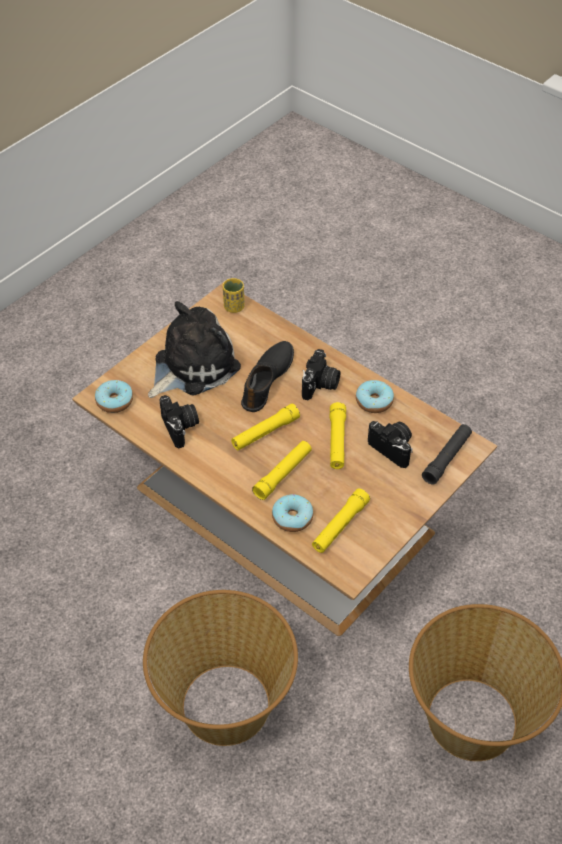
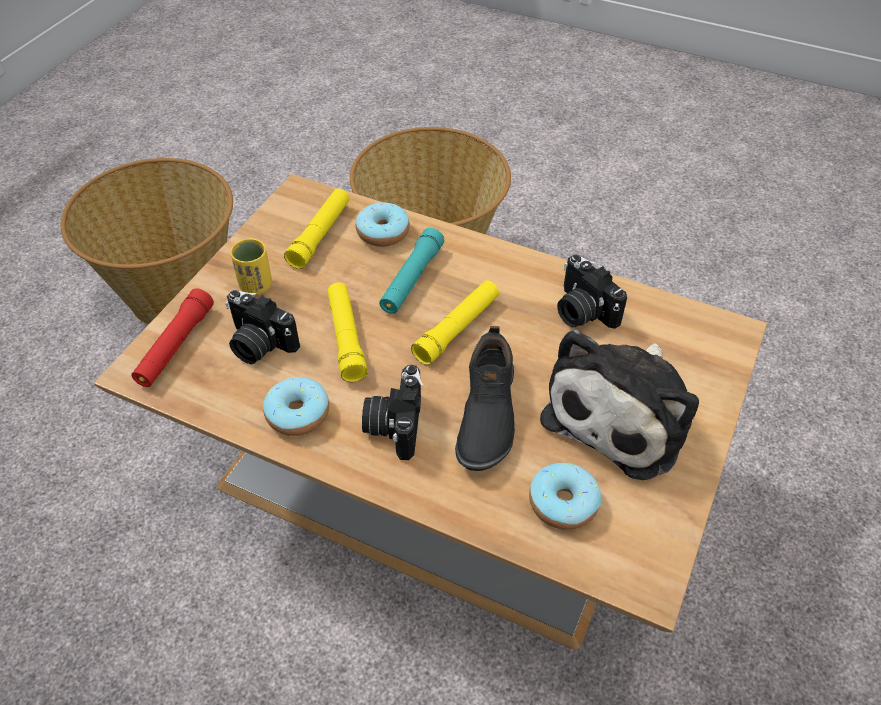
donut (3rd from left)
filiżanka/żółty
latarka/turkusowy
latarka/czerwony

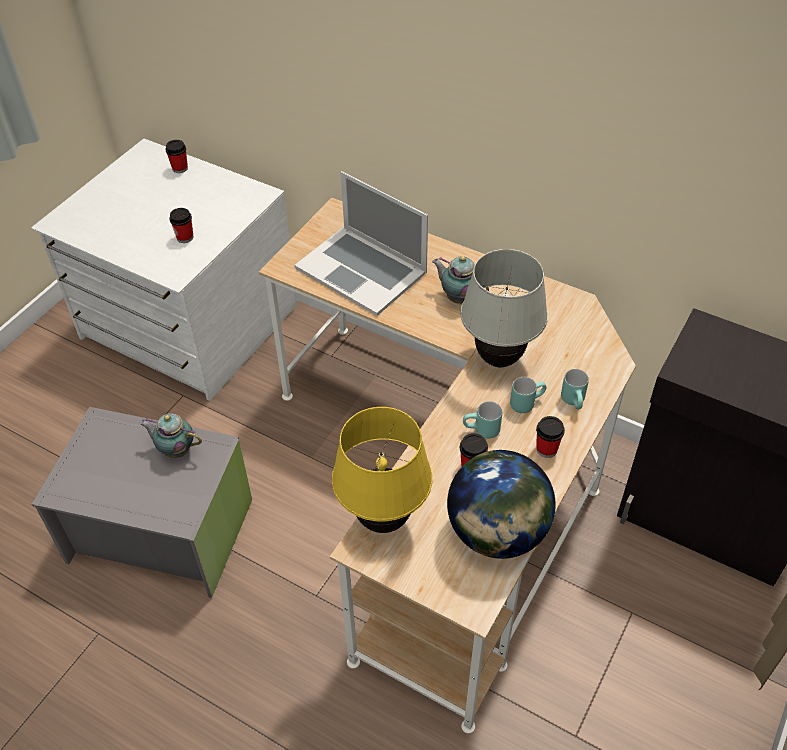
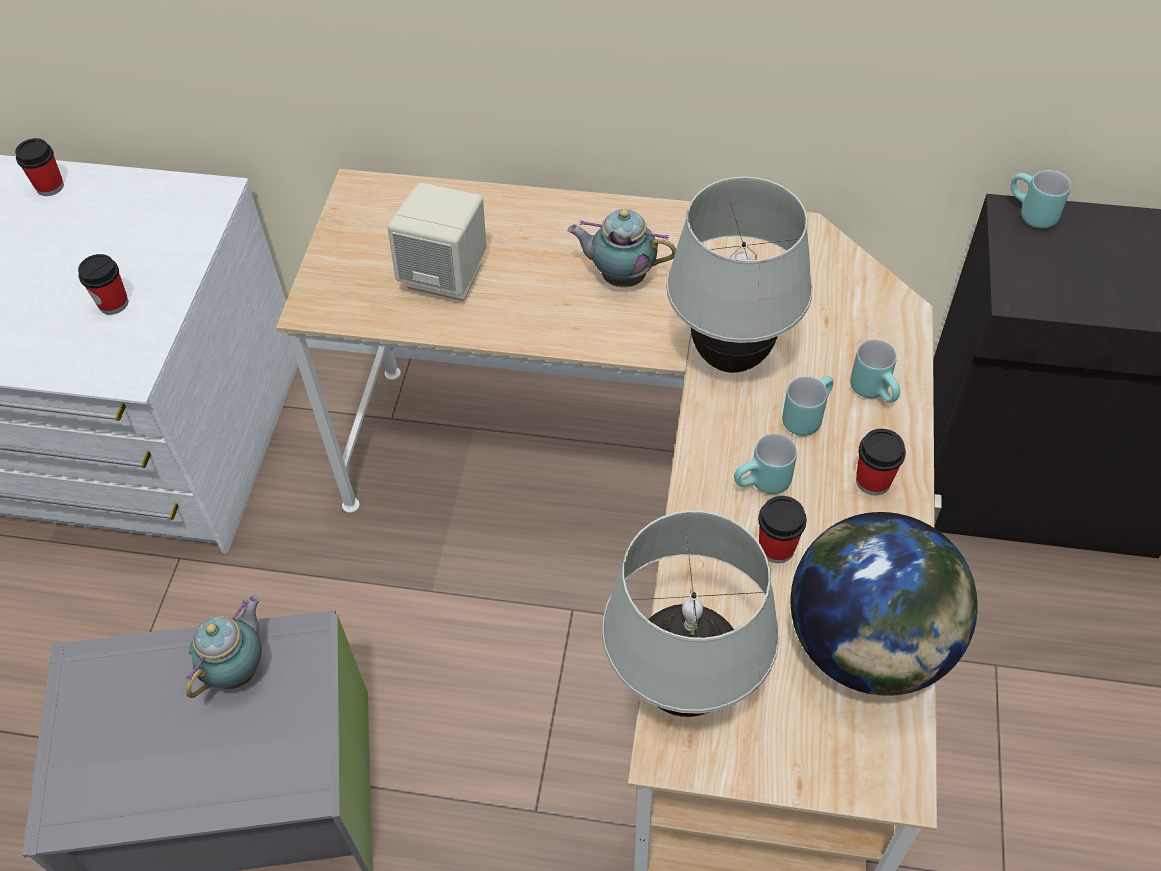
imbryk (1st from left)
głośnik/beżowy
lampa stołowa/biały (1st from left)
kubek/turkusowy (4th from left)

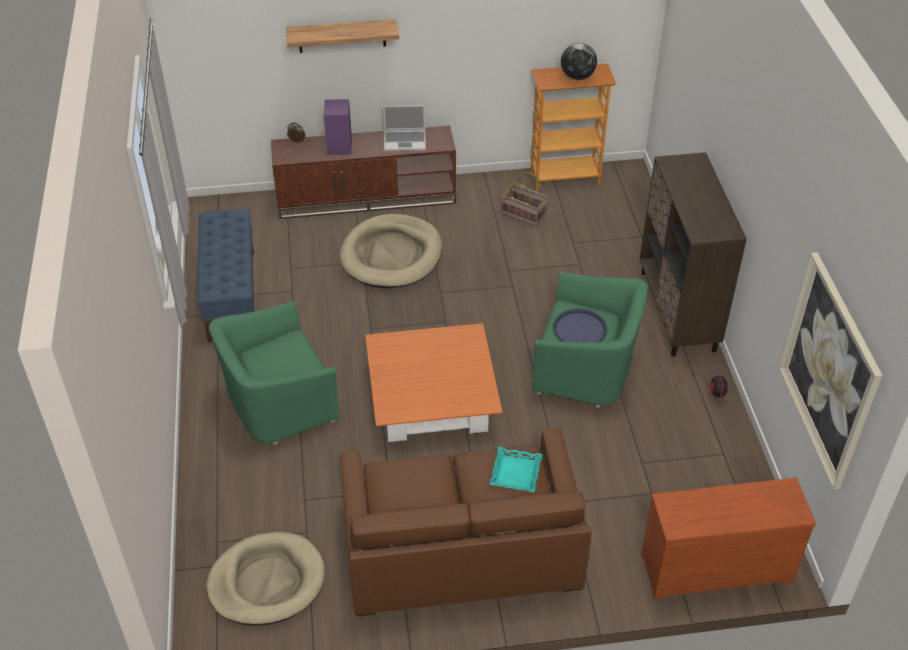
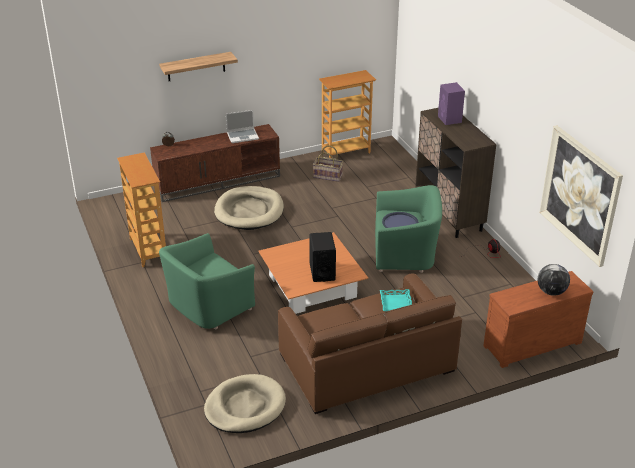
regał (1st from left)
głośnik/fioletowy
globus
głośnik/czarny

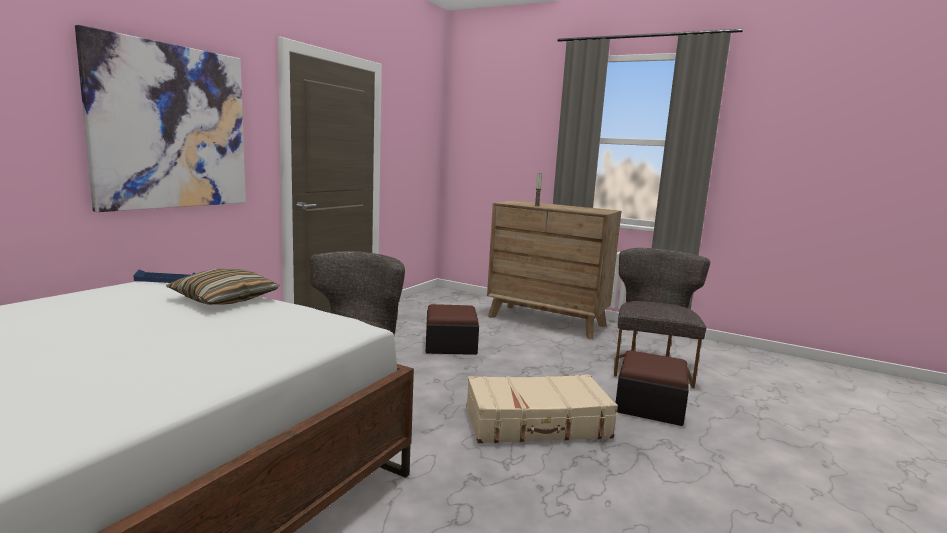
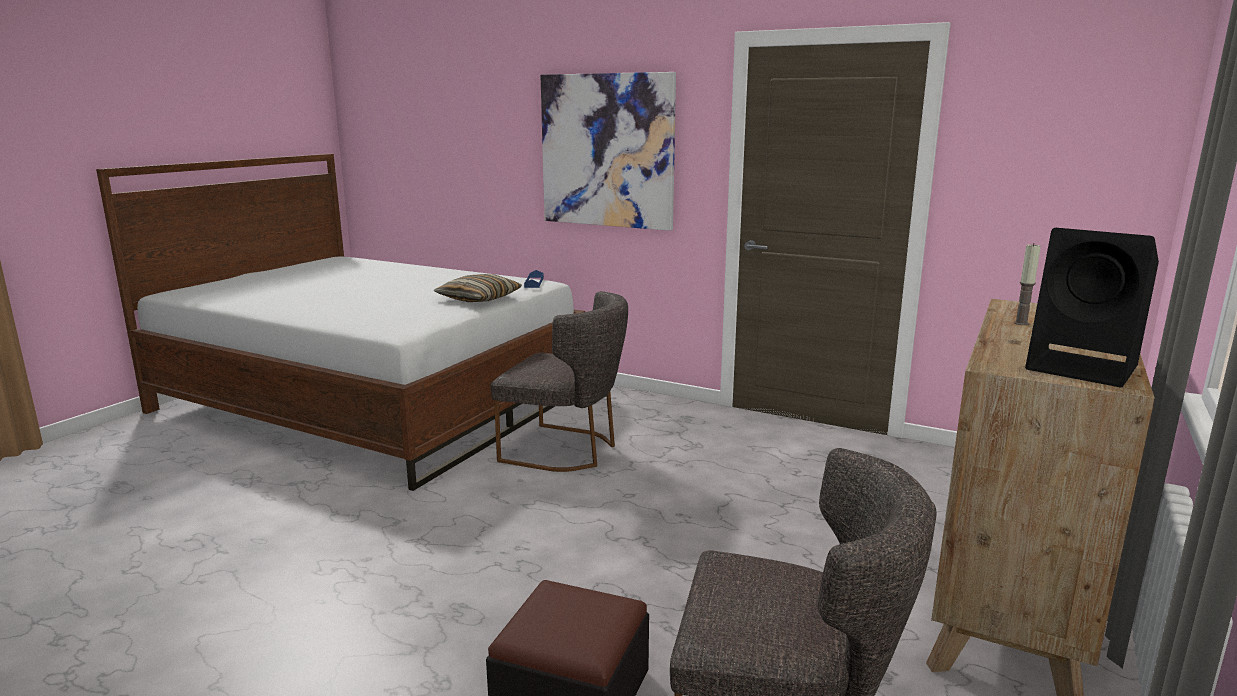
pufa (1st from left in the first image)
walizka/beżowy
głośnik/czarny

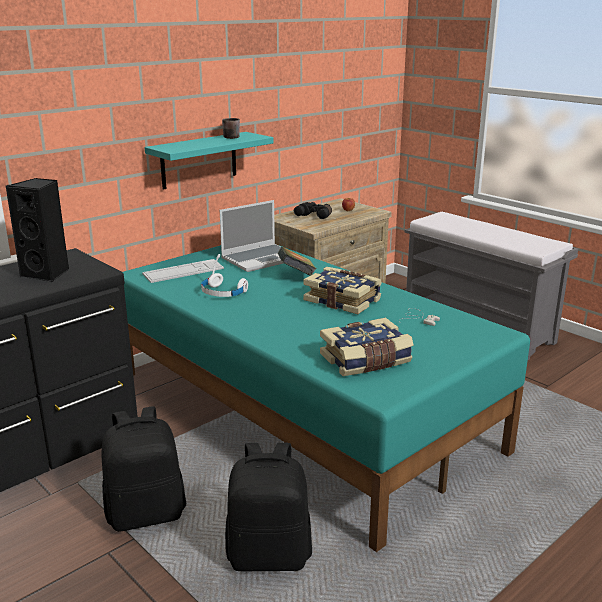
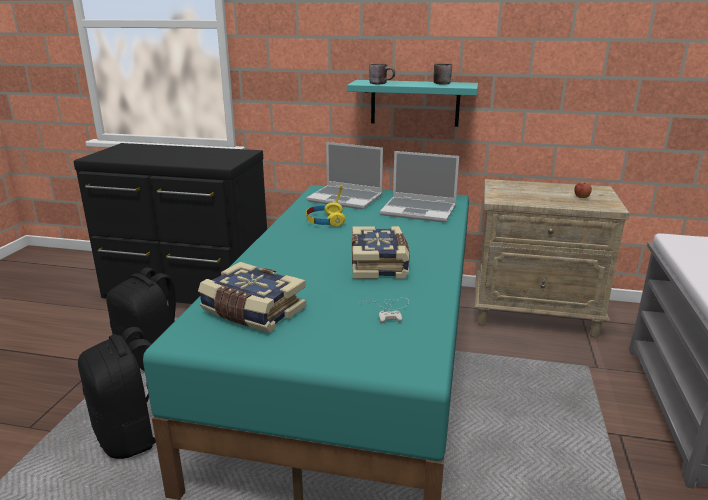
głośnik/czarny
laptop (1st from left)
słuchawki/żółty
książka (1st from left in the first image)
lornetka/czarny
kubek/brązowy (1st from left)

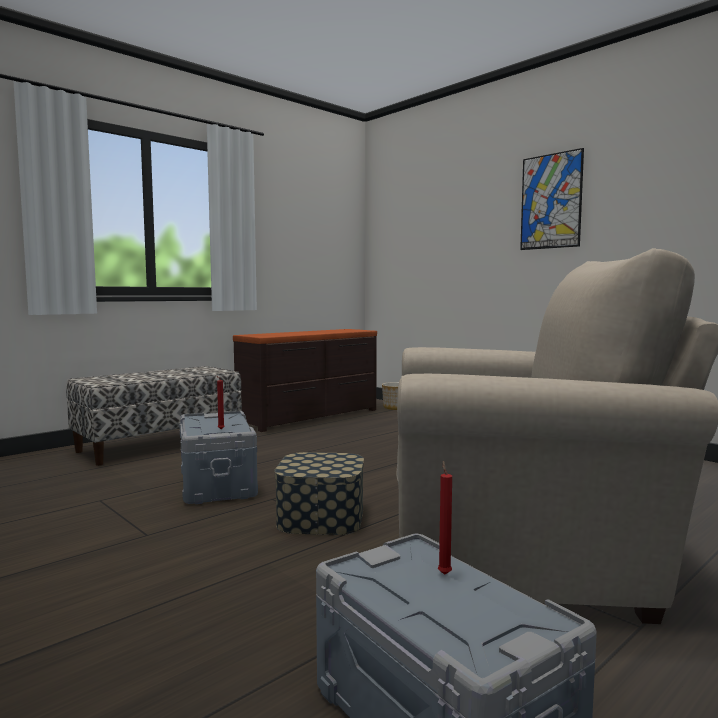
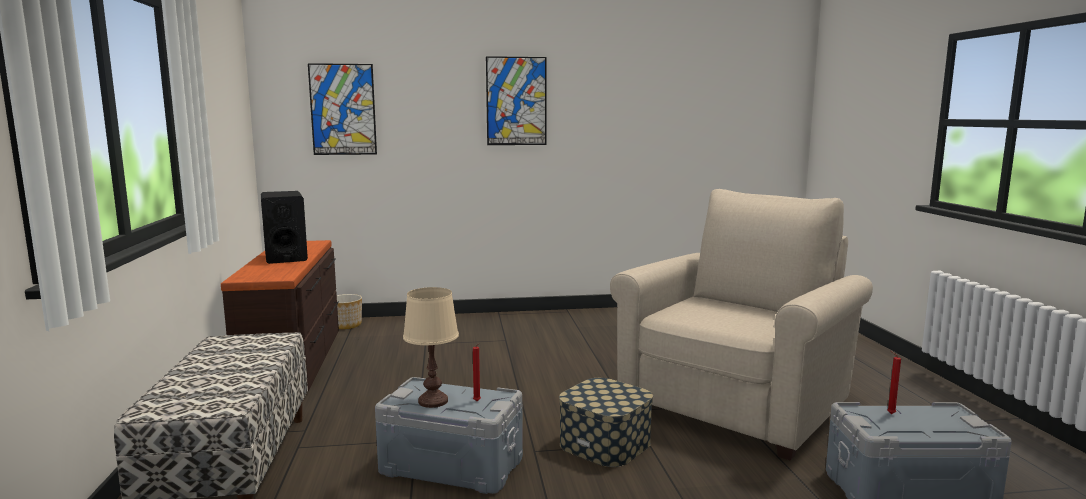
głośnik/czarny
obraz (1st from left)
lampa stołowa/beżowy

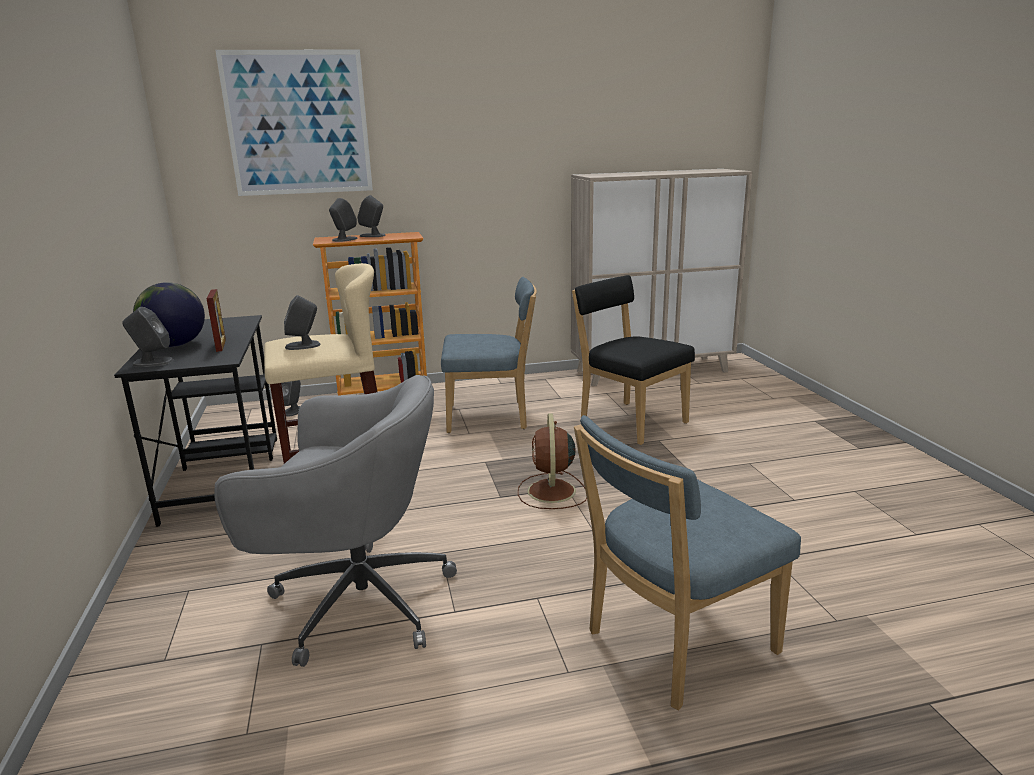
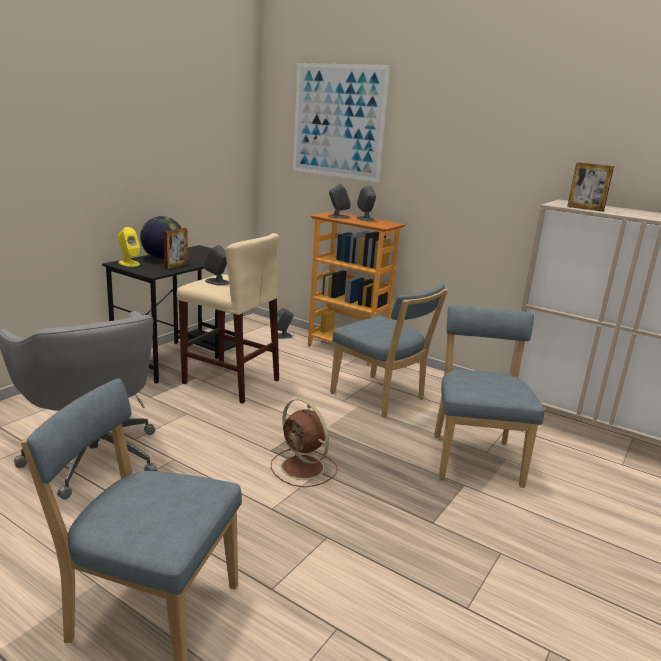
głośnik/żółty
wentylator/brązowy
krzesło/niebieski (3rd from left)
ramka na zdjęcie (2nd from left)

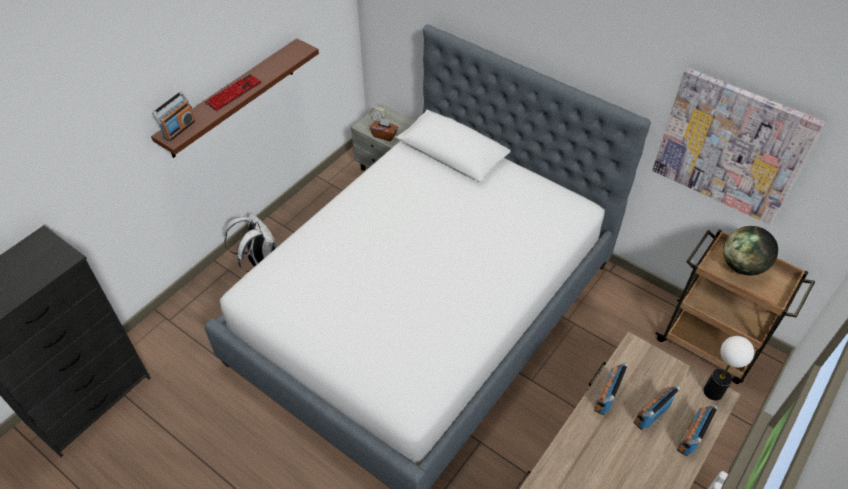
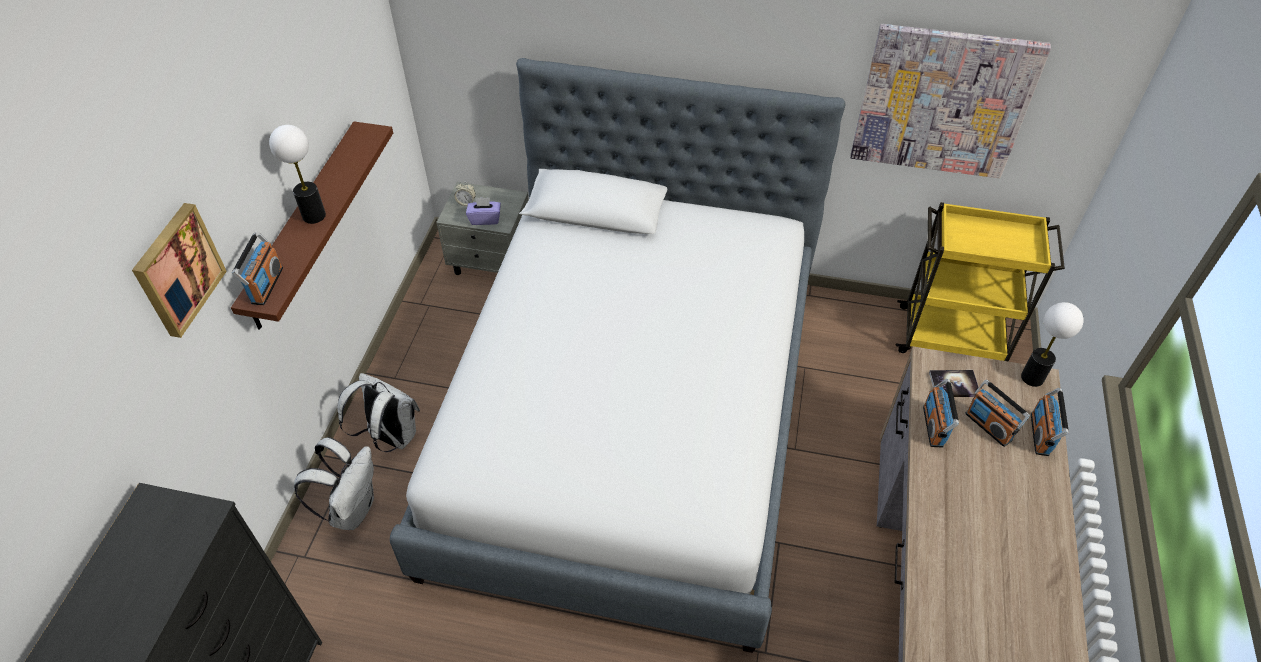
lampa stołowa (1st from left)
pudełko chusteczek/fioletowy
radio (3rd from left)
wózek/żółty
globus
obraz (1st from left)
plecak/biały (1st from left)
książka

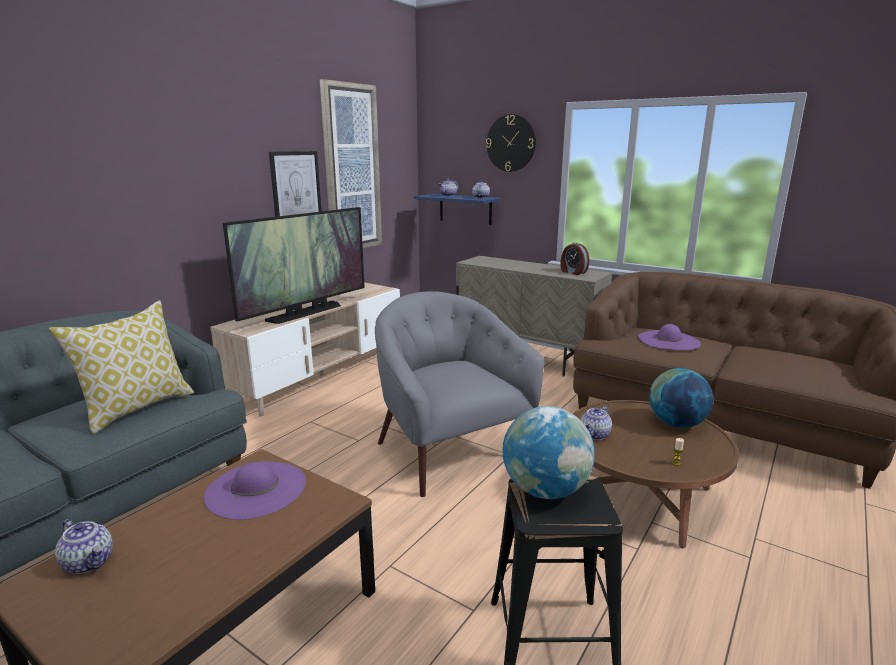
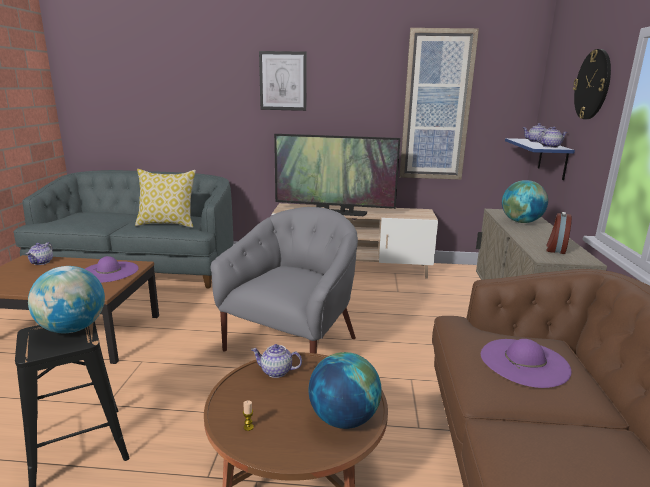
obraz (1st from left)
globus (3rd from left)

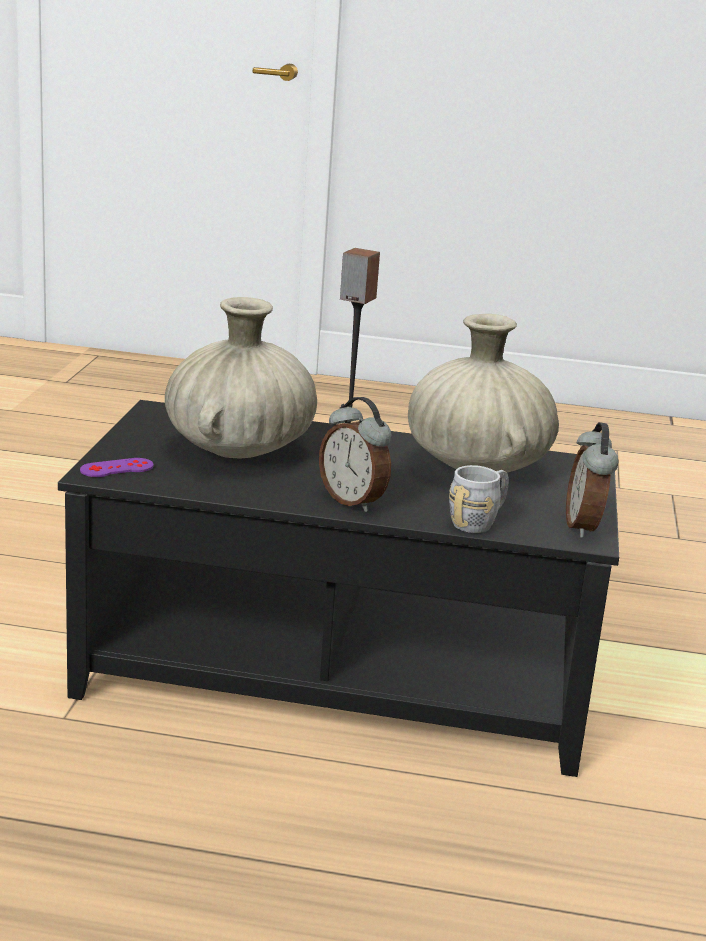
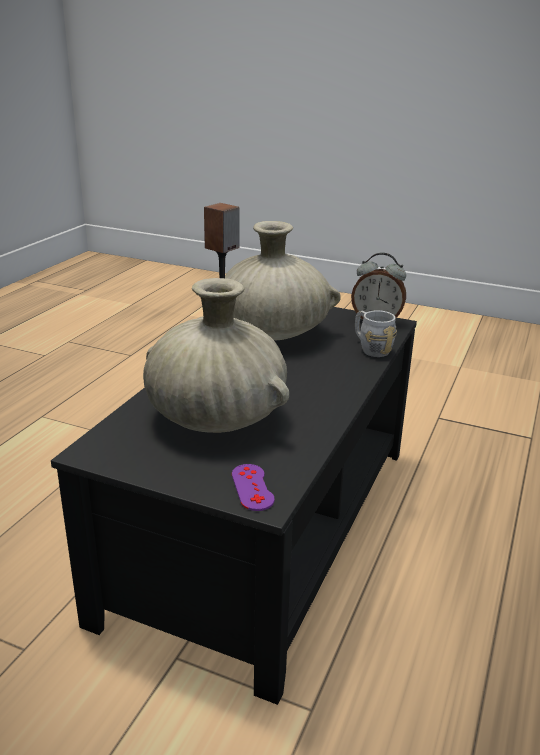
budzik (1st from left in the first image)

